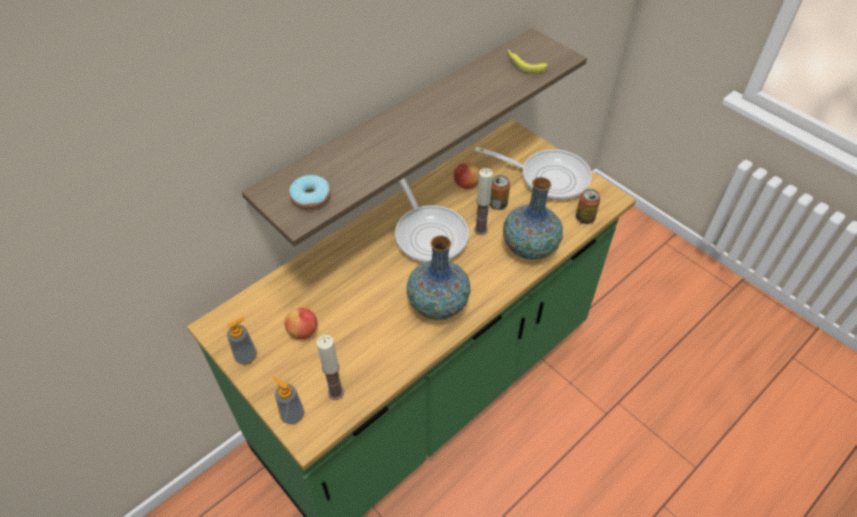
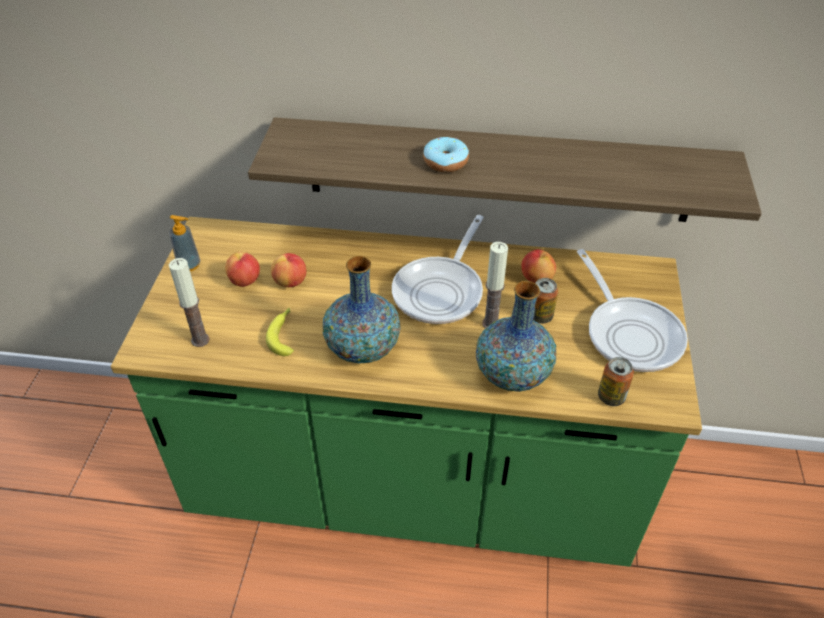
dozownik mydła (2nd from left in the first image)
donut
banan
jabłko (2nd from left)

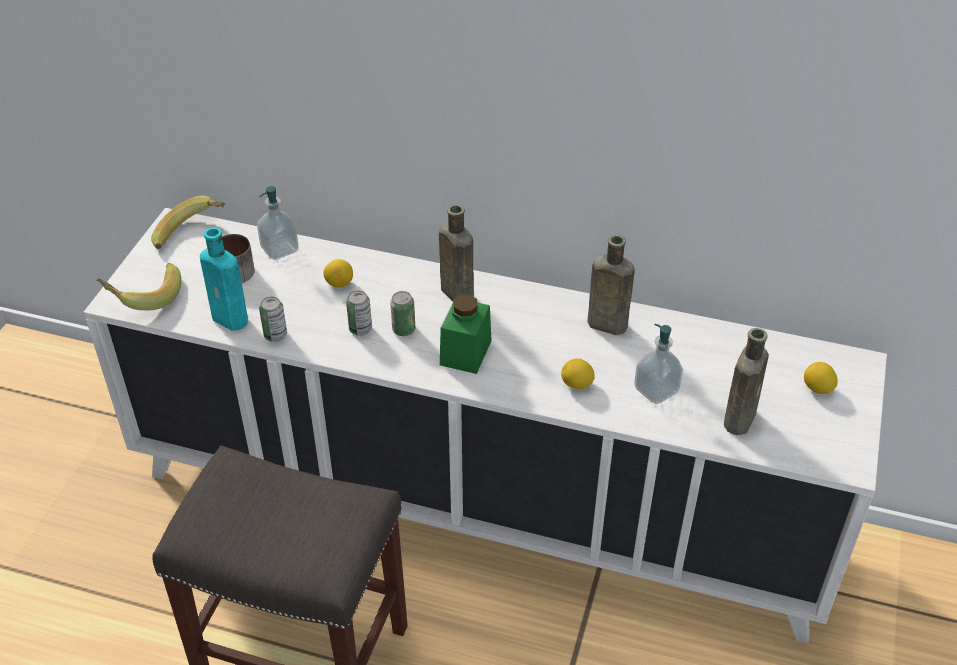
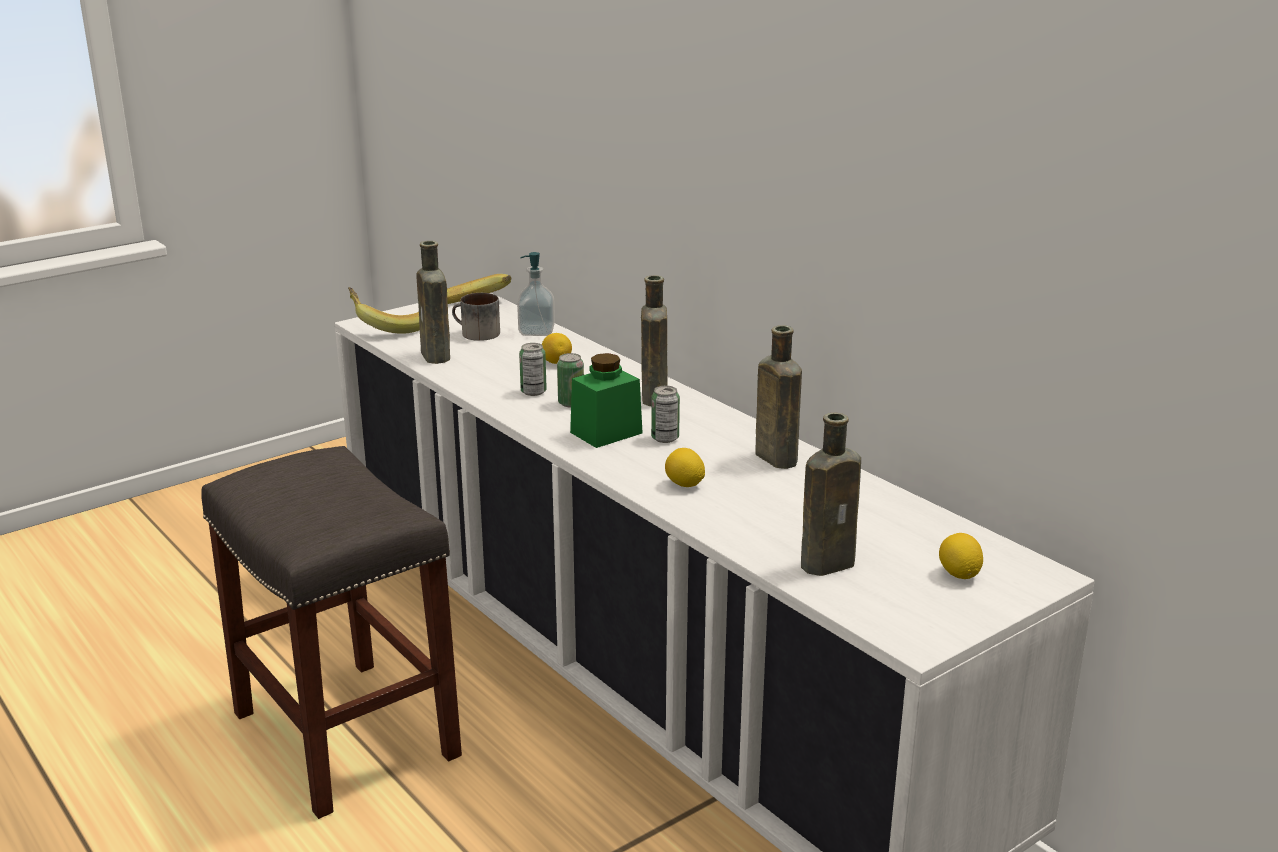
butelka/brązowy (1st from left)
puszka (3rd from left)
dozownik mydła (2nd from left in the first image)

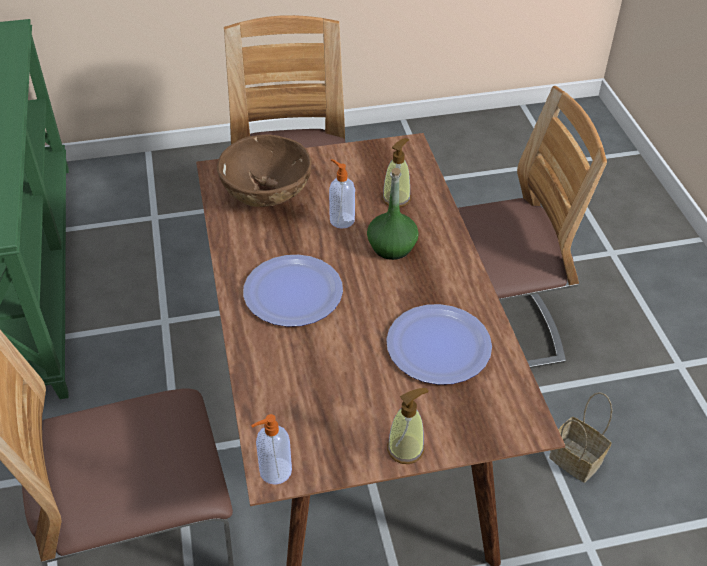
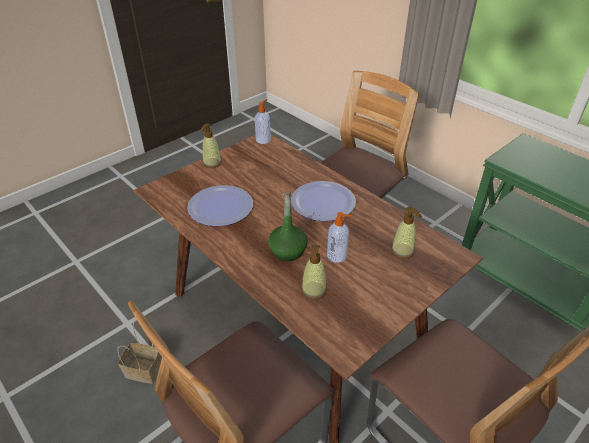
dozownik mydła (5th from left)

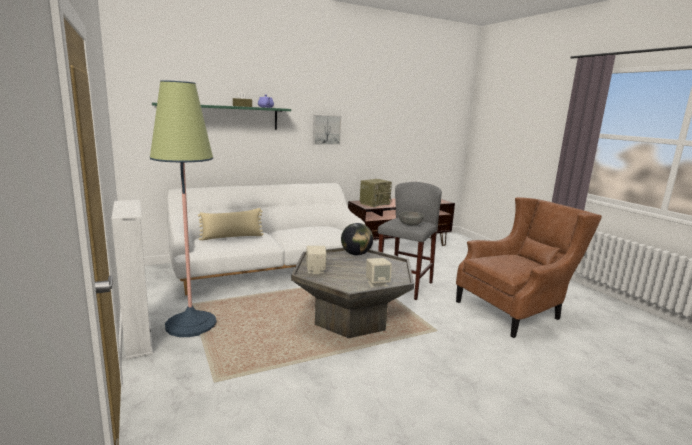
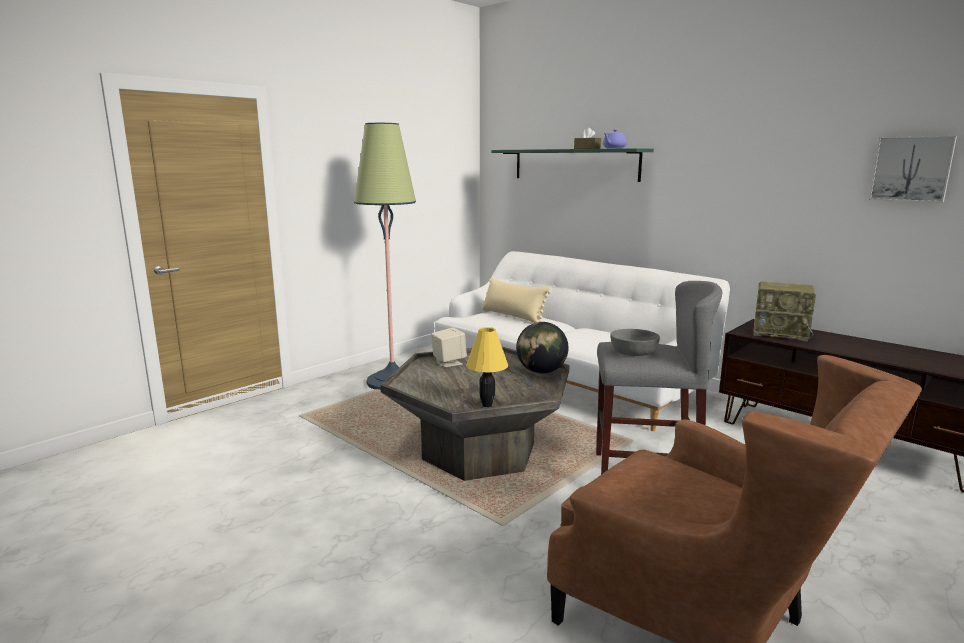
regał/biały
obraz
głośnik/beżowy (2nd from left in the first image)
lampa stołowa/żółty

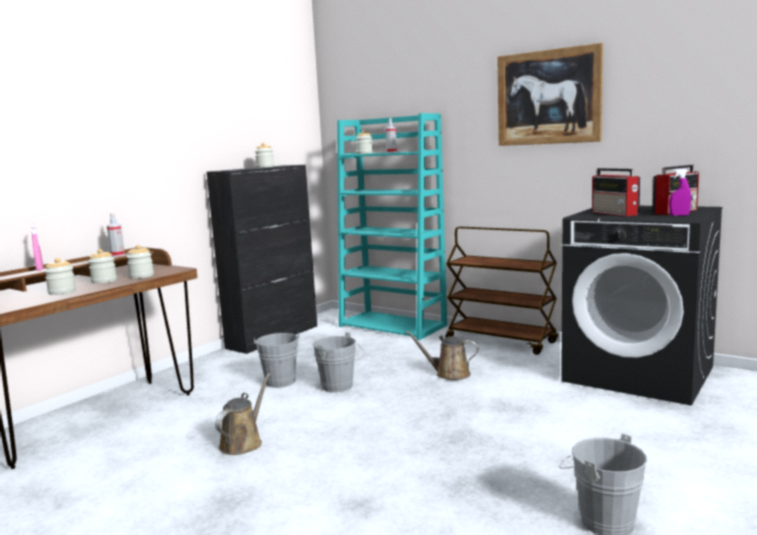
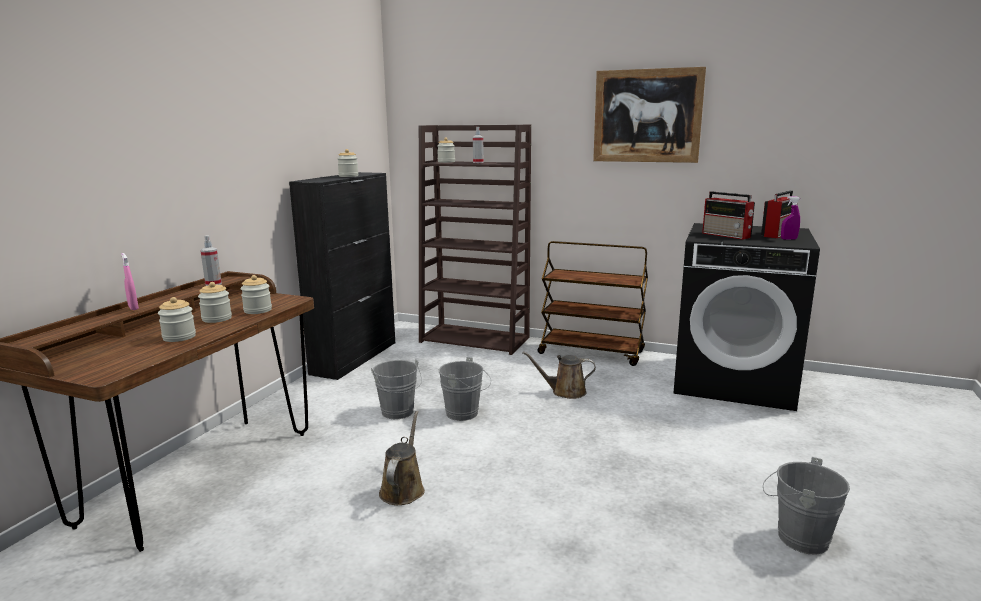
regał/brązowy

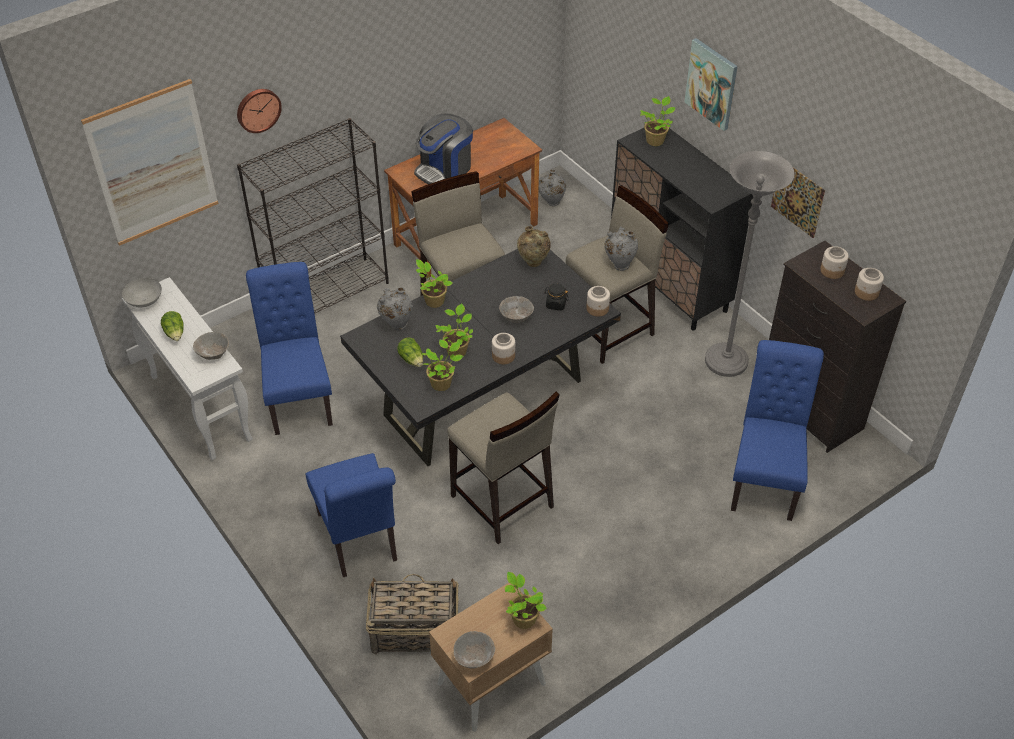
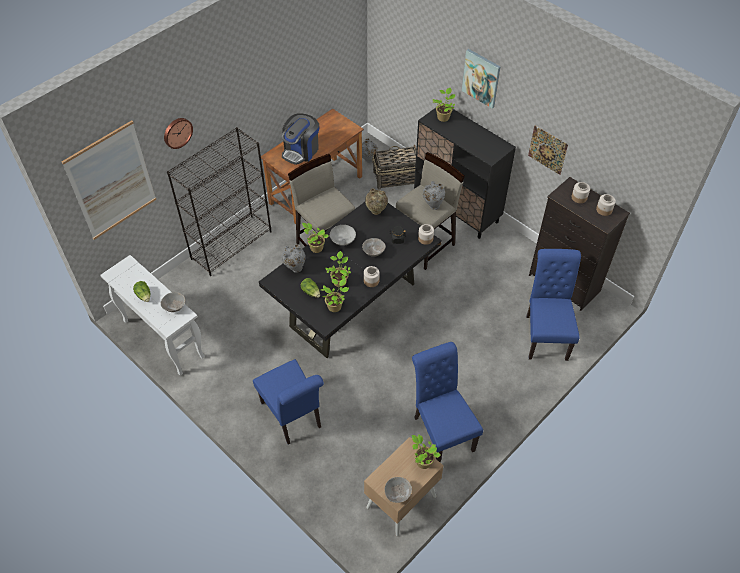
miska/szary (2nd from left)
krzesło/niebieski (2nd from left)
koszyk
stołek/beżowy (2nd from left in the first image)
lampa stojąca/szary

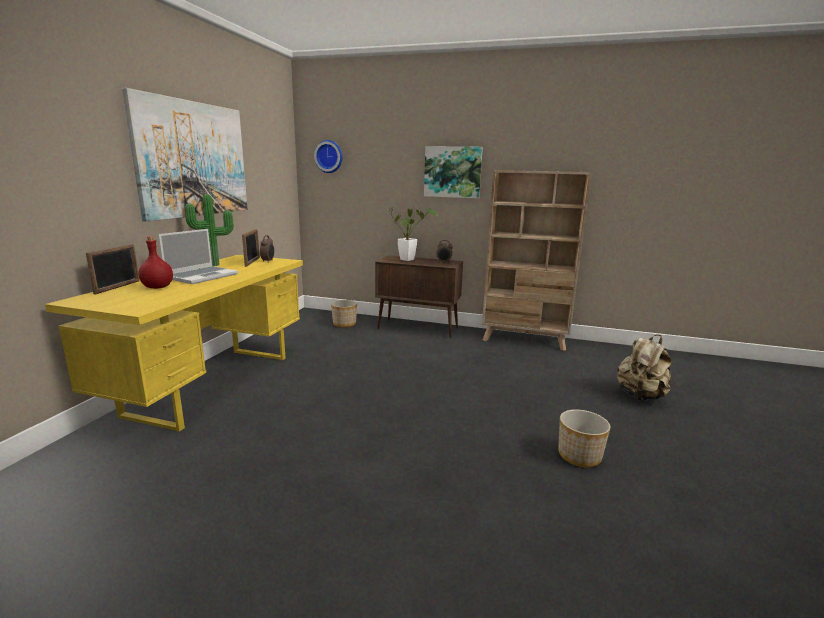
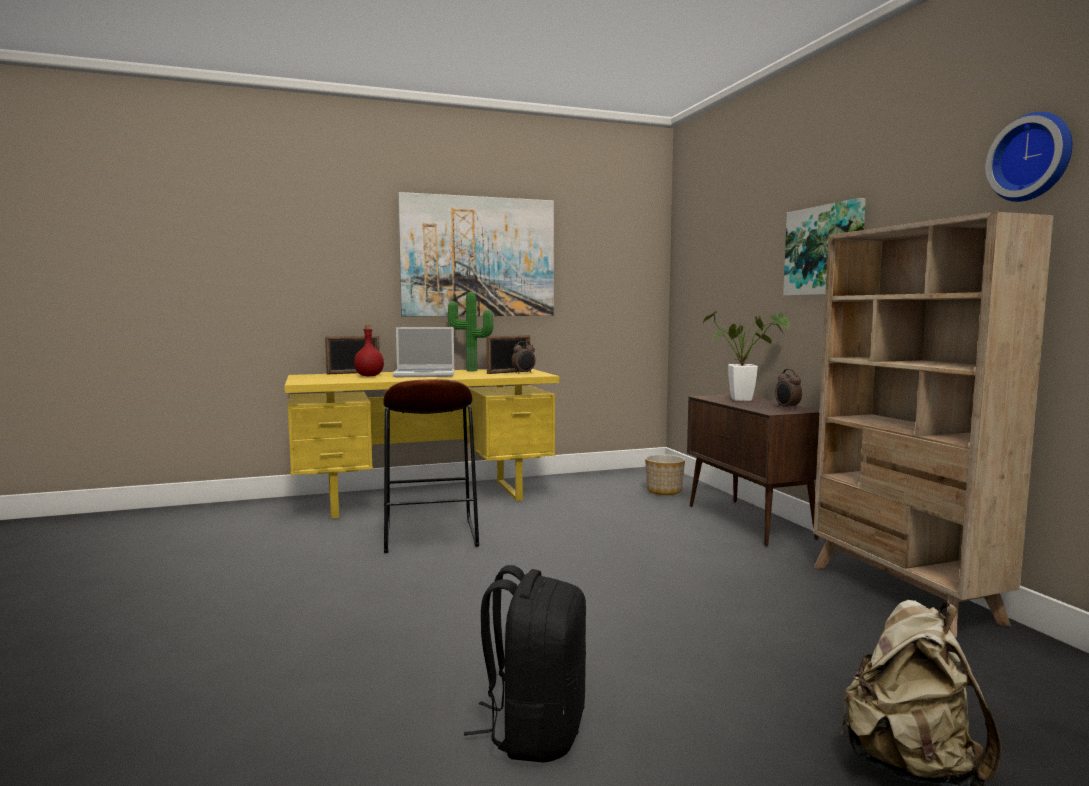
zegar ścienny
plecak/czarny
stołek/brązowy

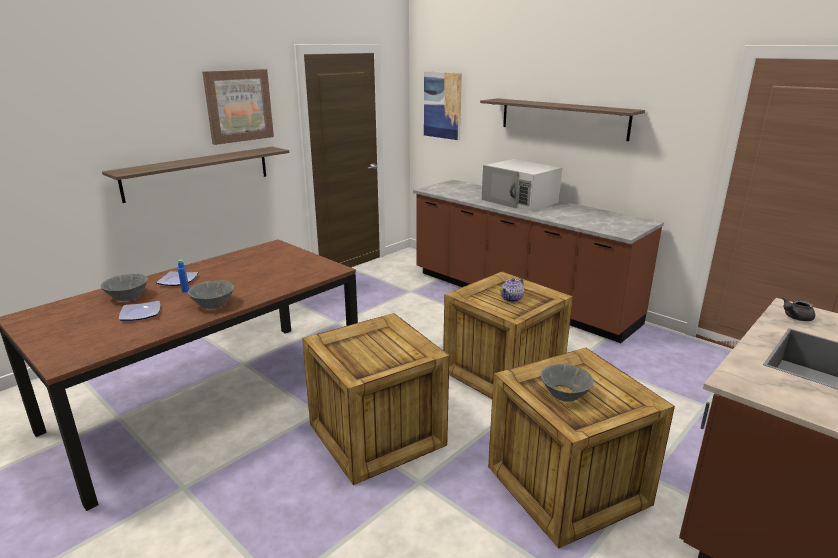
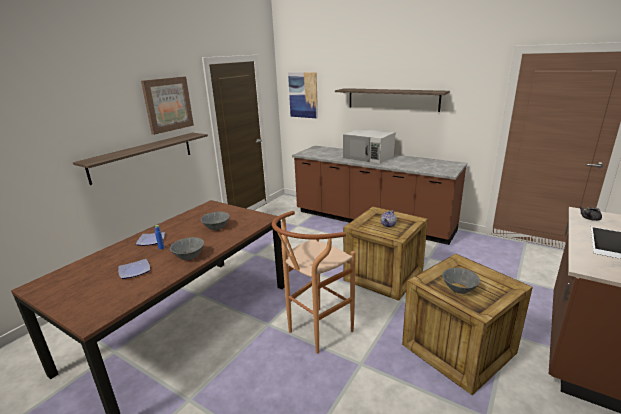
miska/szary (2nd from left)
stołek/brązowy

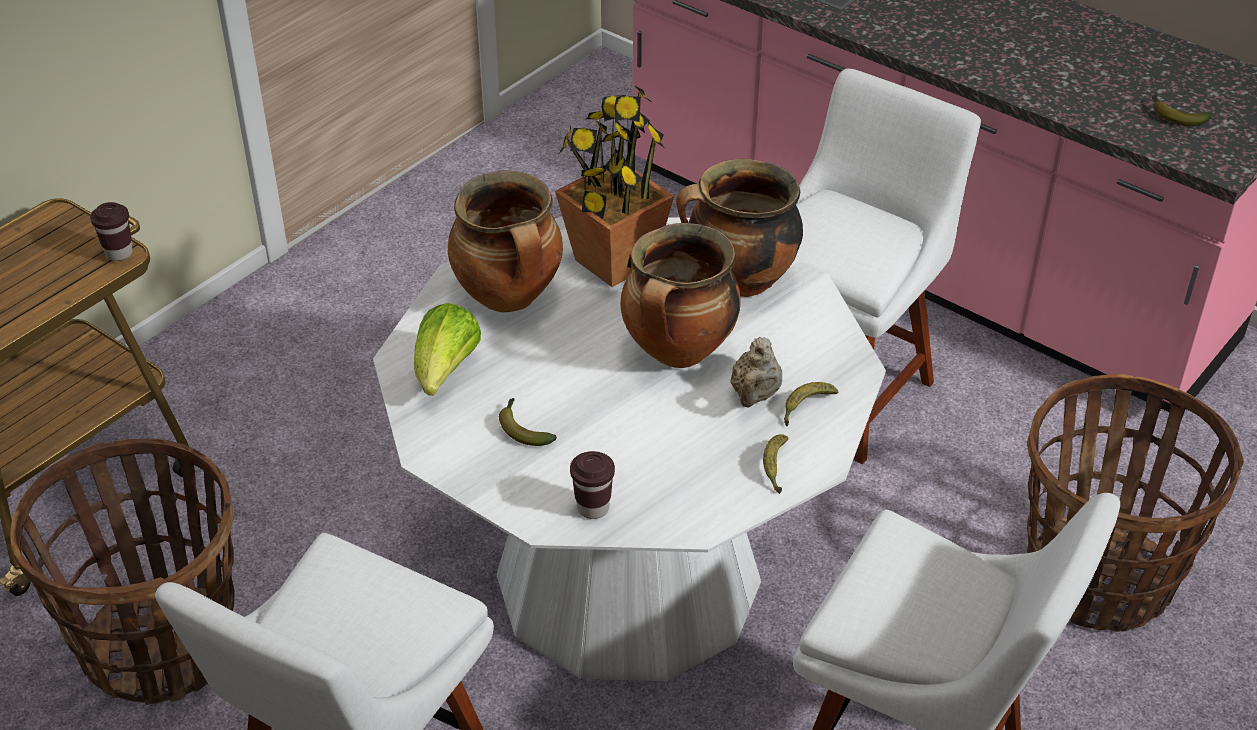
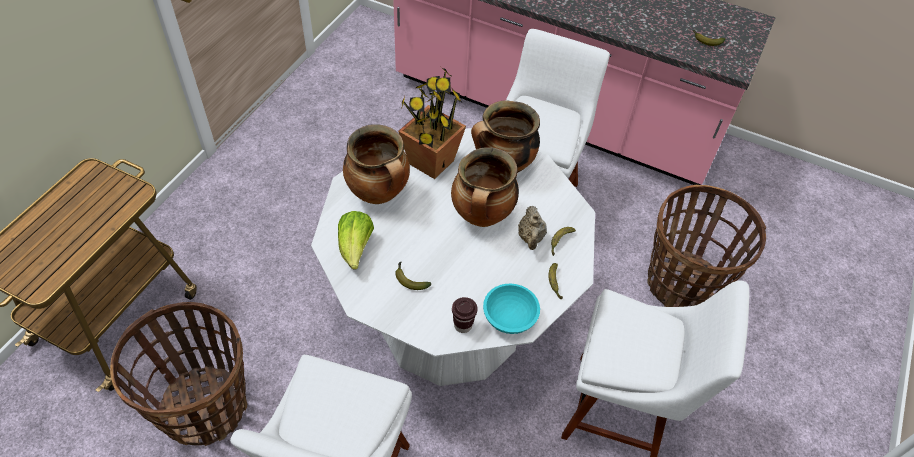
filiżanka/brązowy (1st from left in the first image)
miska/turkusowy

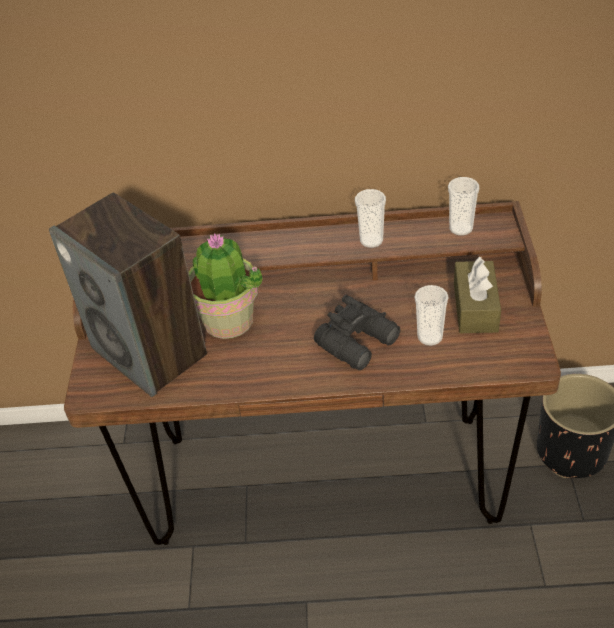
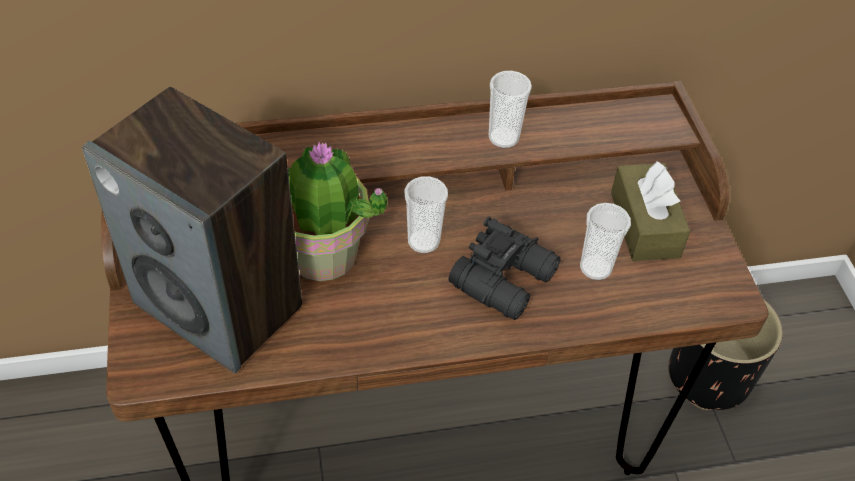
filiżanka (1st from left)

